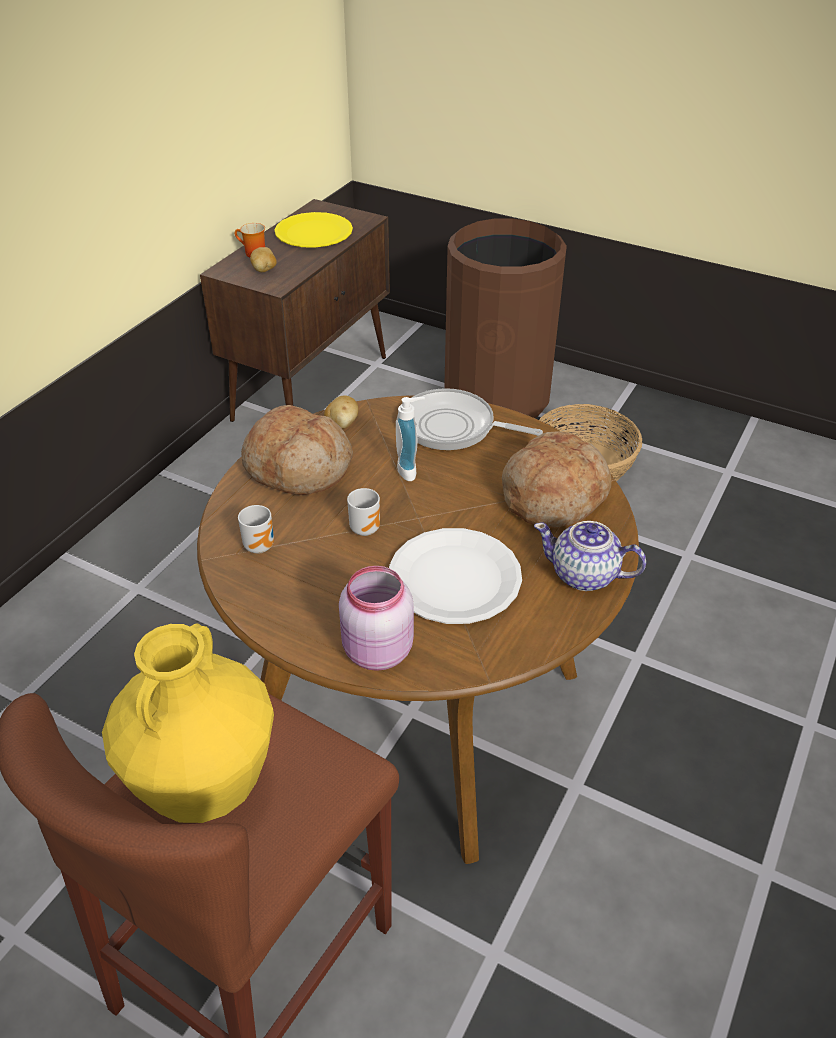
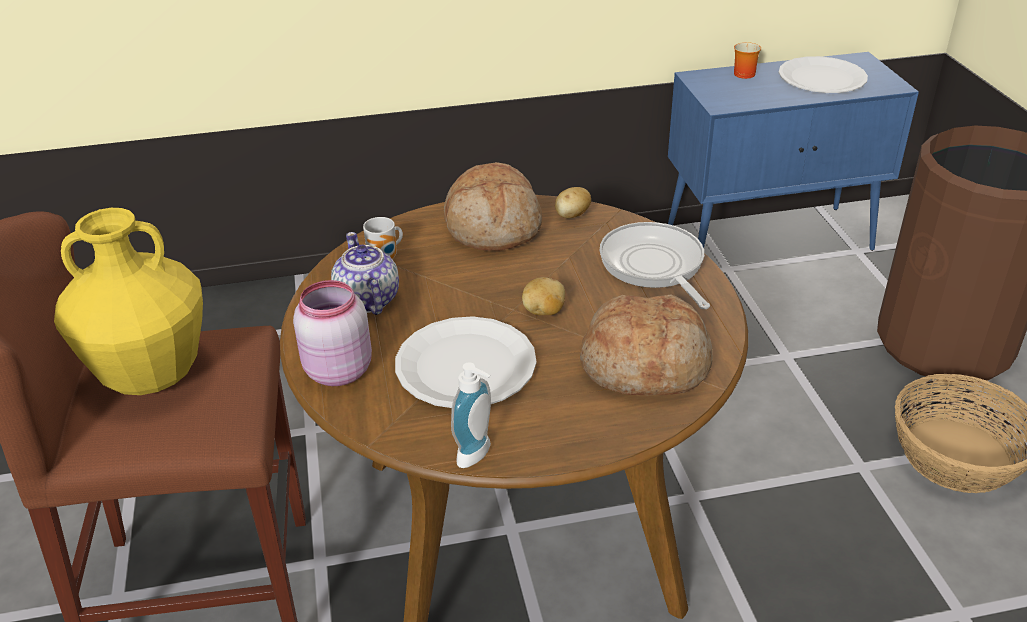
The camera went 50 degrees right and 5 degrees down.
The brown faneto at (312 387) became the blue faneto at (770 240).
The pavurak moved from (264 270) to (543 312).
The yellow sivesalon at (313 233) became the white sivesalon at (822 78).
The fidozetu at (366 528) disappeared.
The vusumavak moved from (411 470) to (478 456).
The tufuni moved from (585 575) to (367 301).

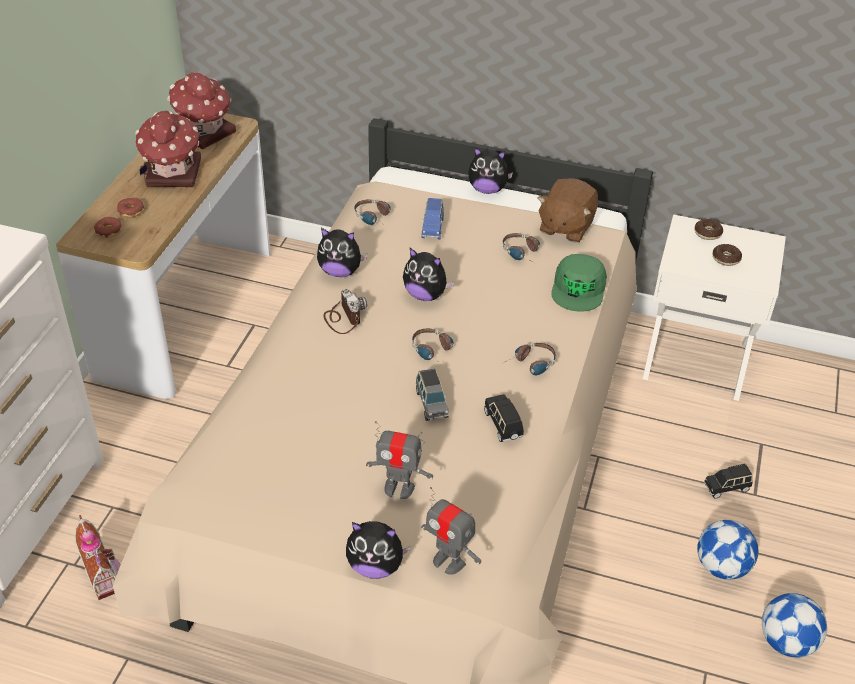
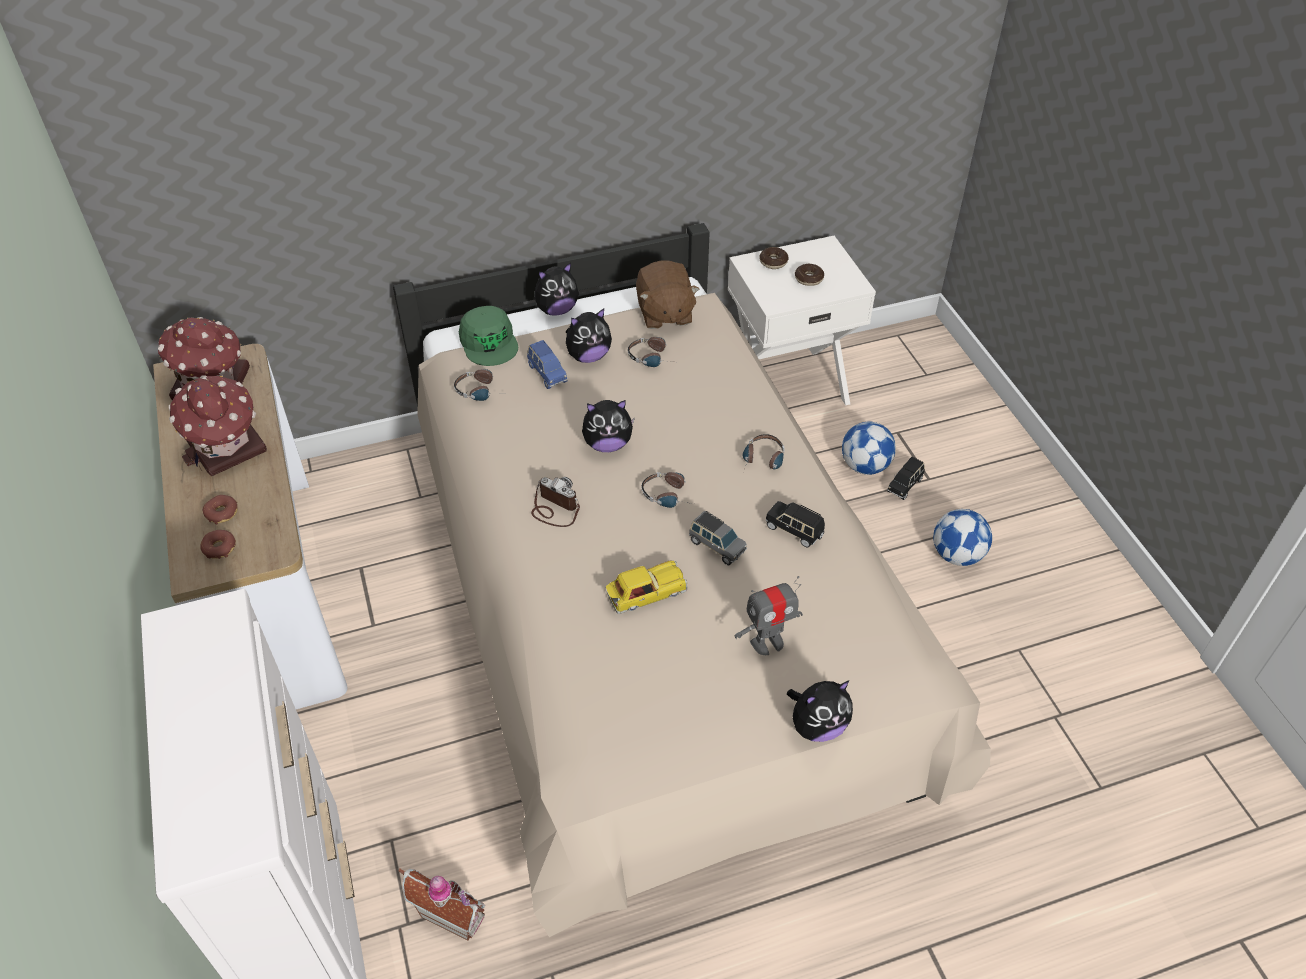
The camera went 35 degrees left and 5 degrees up.
The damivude moved from (340 271) to (588 356).
The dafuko at (448 561) disappeared.
The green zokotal moved from (579 289) to (489 342).
The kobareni moved from (786 642) to (865 466).
The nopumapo at (645 593) appeared.

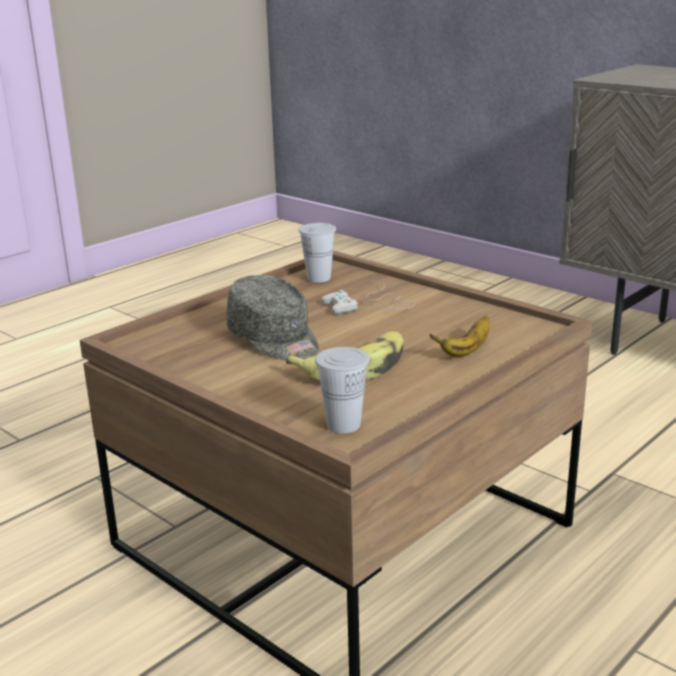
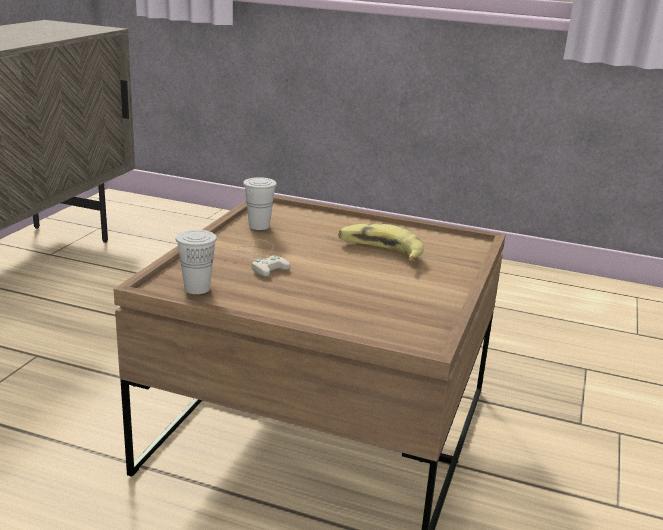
The camera went 115 degrees left and 0 degrees up.
The grey zokotal at (275 340) disappeared.
The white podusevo moved from (343 425) to (259 226).
The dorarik at (466 350) disappeared.

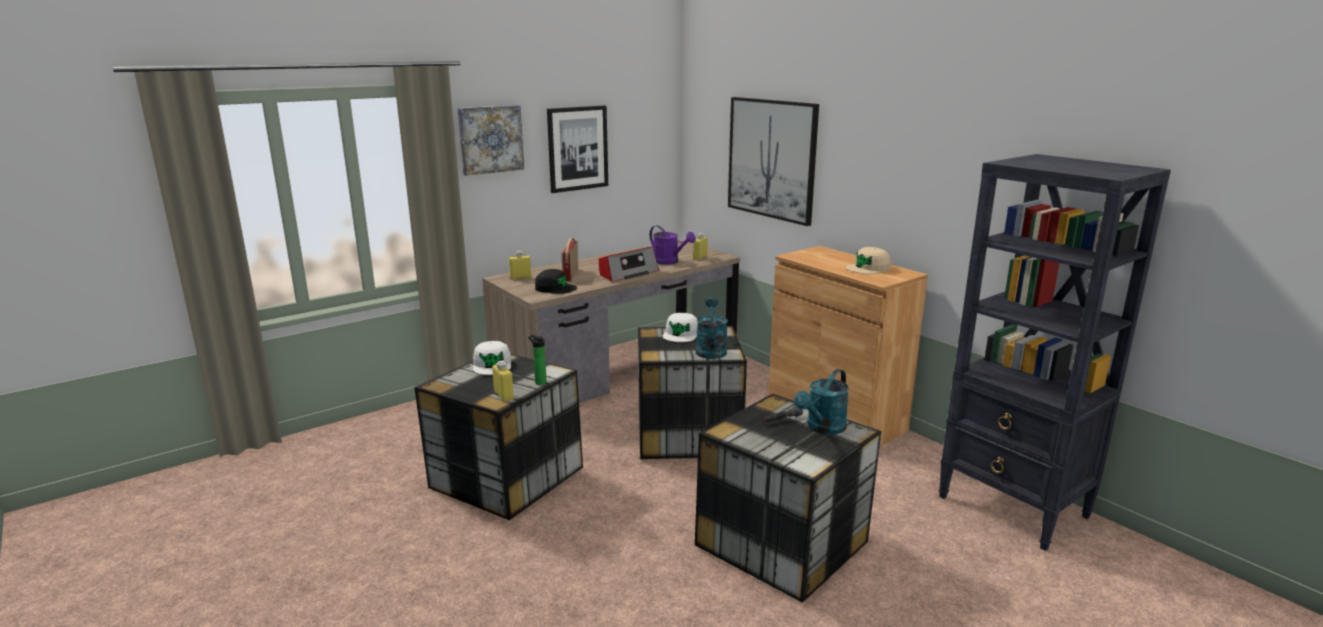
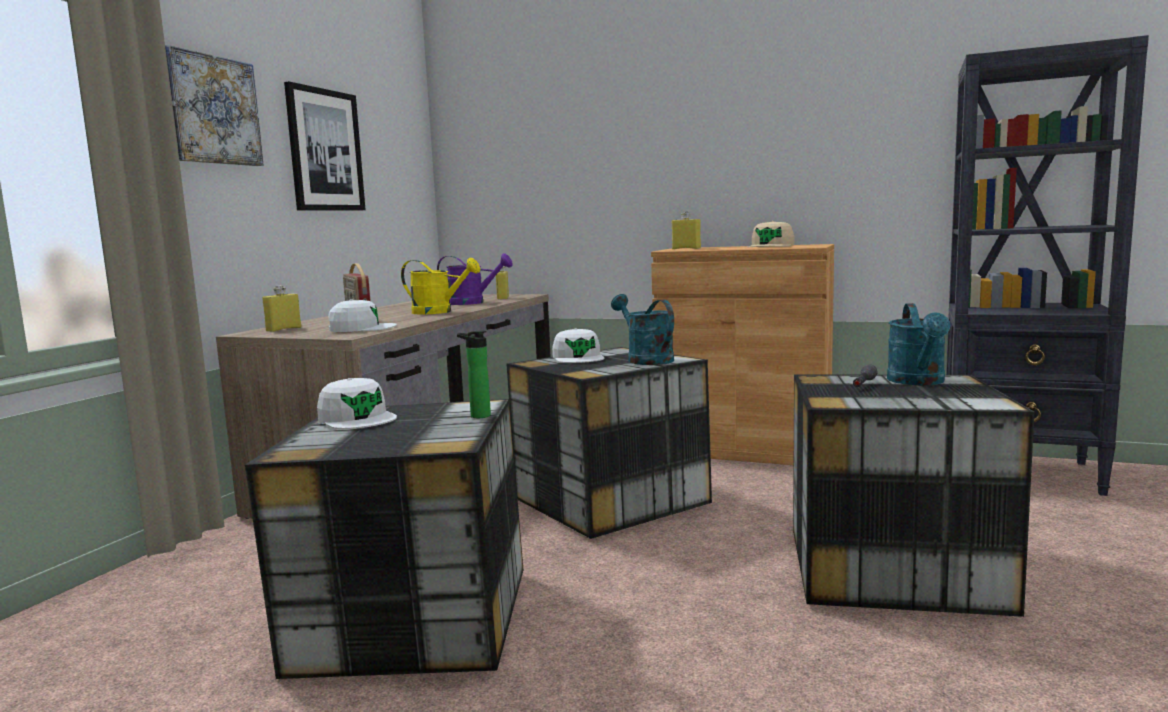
The camera went 30 degrees left and 10 degrees down.
The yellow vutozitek moved from (503 395) to (686 248).
The black zokotal at (555 288) became the white zokotal at (361 328).
The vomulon at (628 273) was replaced by the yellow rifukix at (439 312).
The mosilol at (772 159) disappeared.

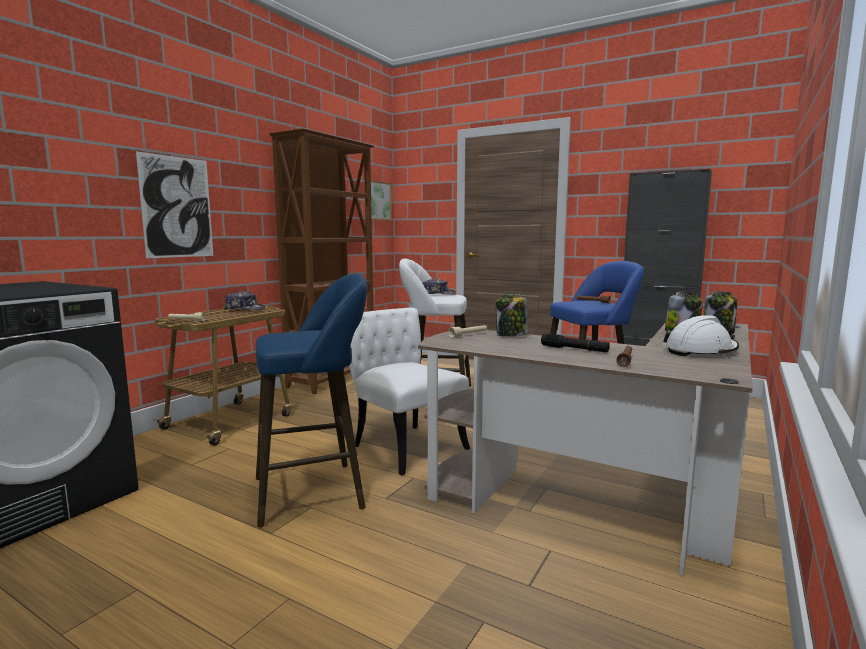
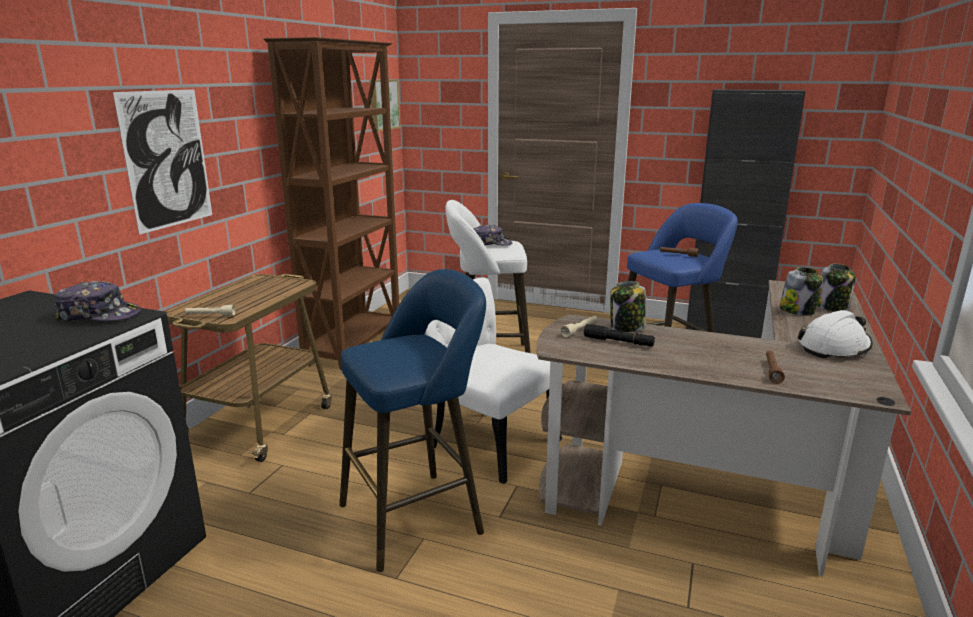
The camera went 10 degrees left and 10 degrees up.
The zokotal moved from (245 309) to (99 315).
The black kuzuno moved from (574 349) to (618 342).

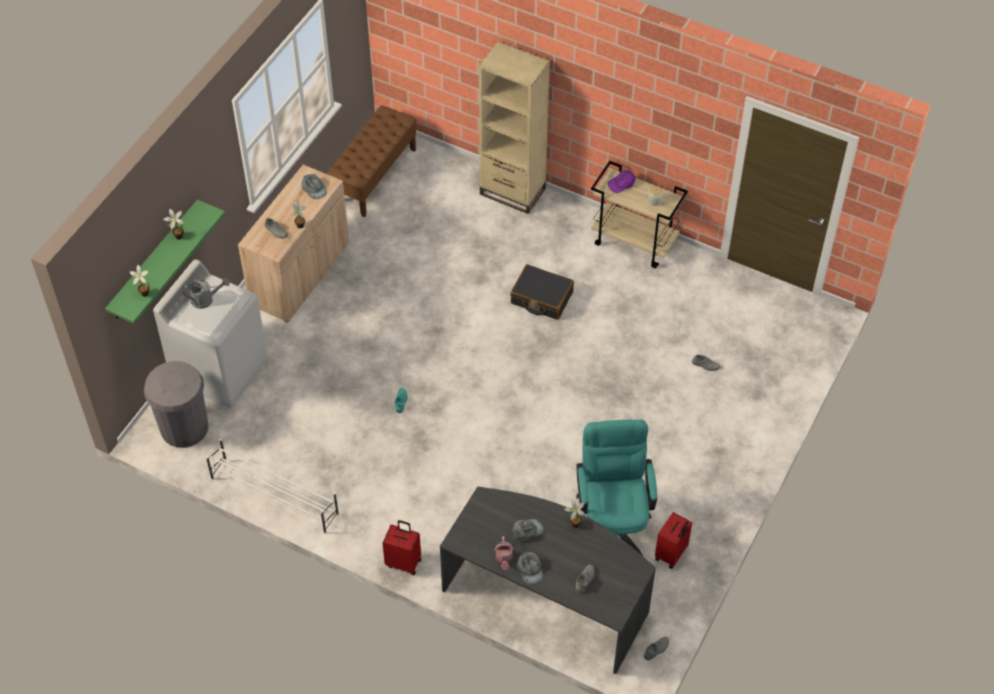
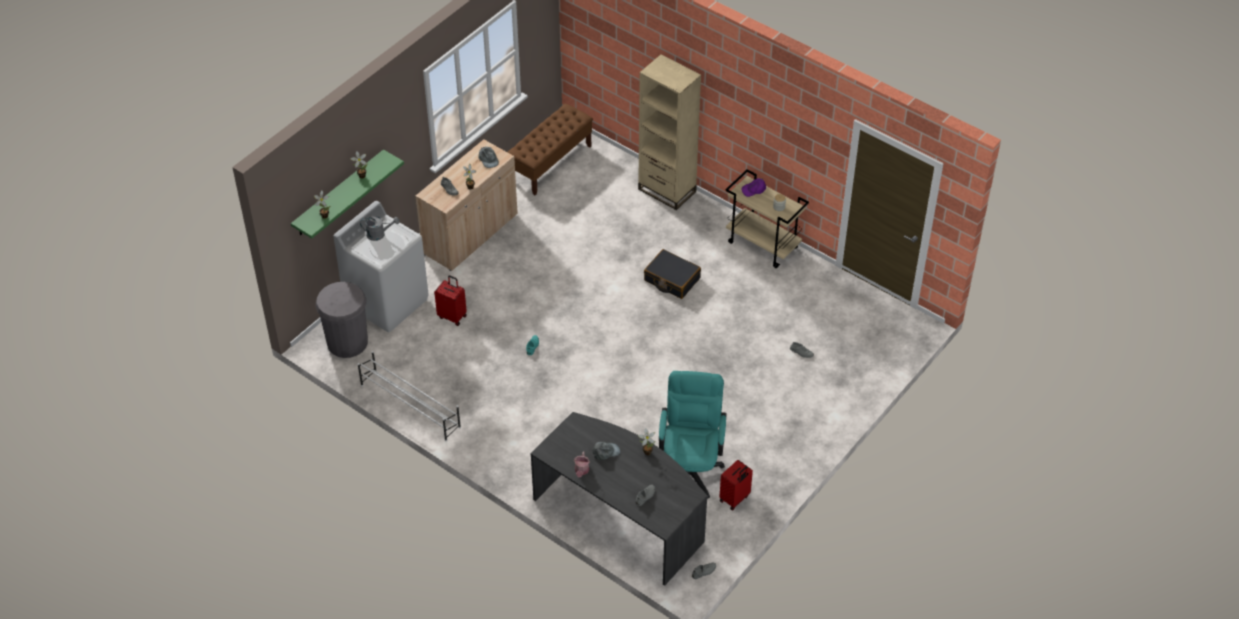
The camera went 10 degrees right and 5 degrees down.
The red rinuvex moved from (404 562) to (452 316).
The grey zokotal at (530 569) disappeared.

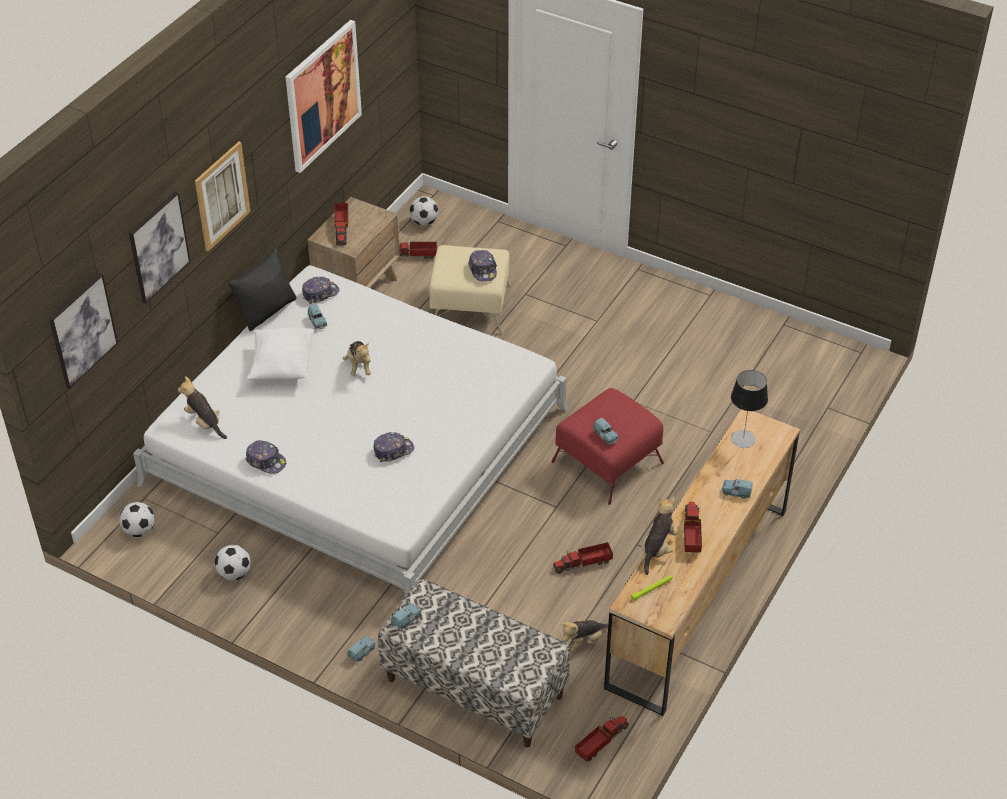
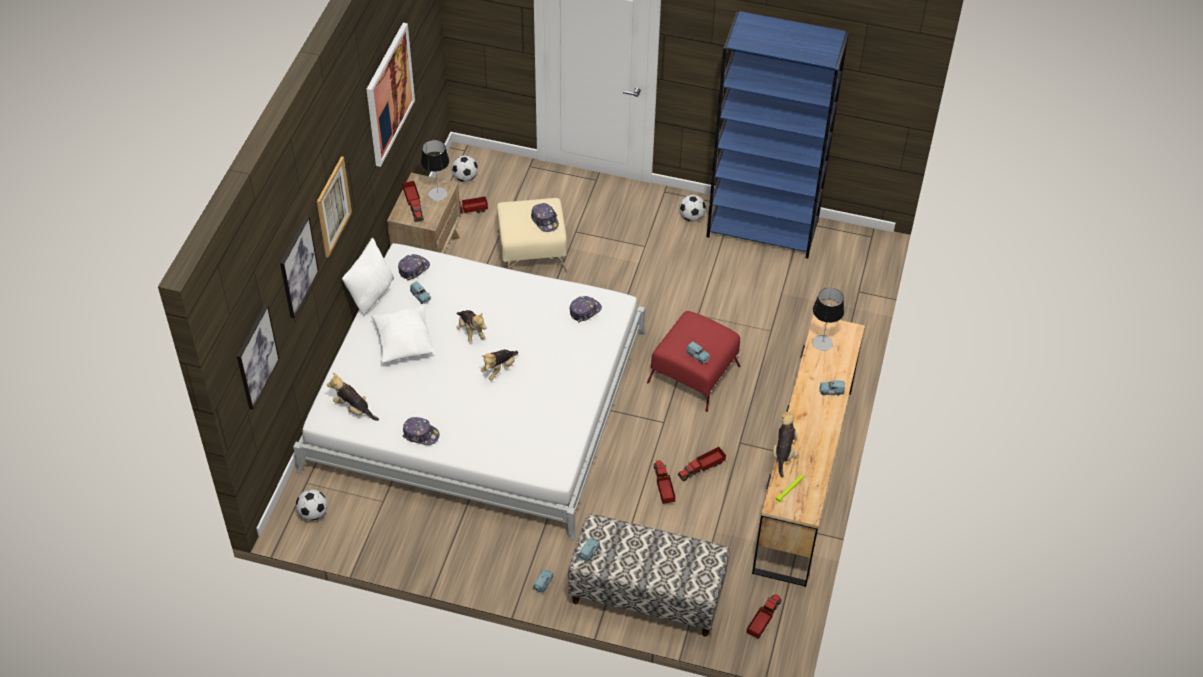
The camera went 15 degrees left and 5 degrees up.
The kobareni moved from (234 574) to (691 217).
The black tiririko at (267 311) became the white tiririko at (371 293).
The zokotal moved from (393 450) to (584 311).
The damivude moved from (582 642) to (499 369).
The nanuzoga moved from (691 533) to (663 486).
The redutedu at (437 194) appeared.
The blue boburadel at (763 229) appeared.

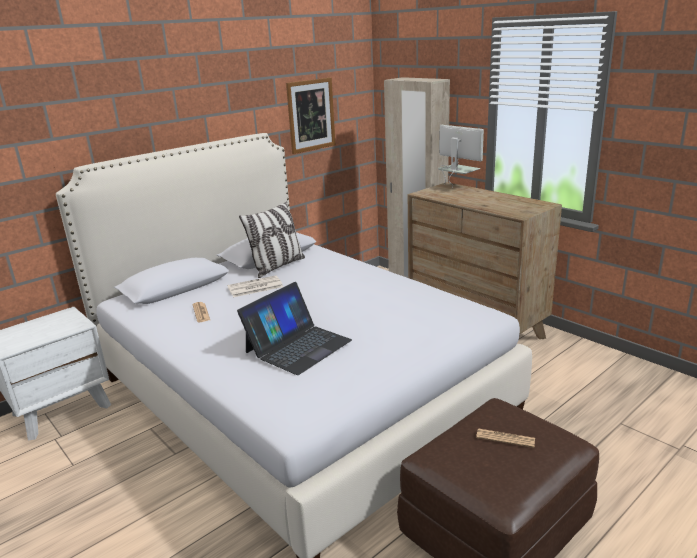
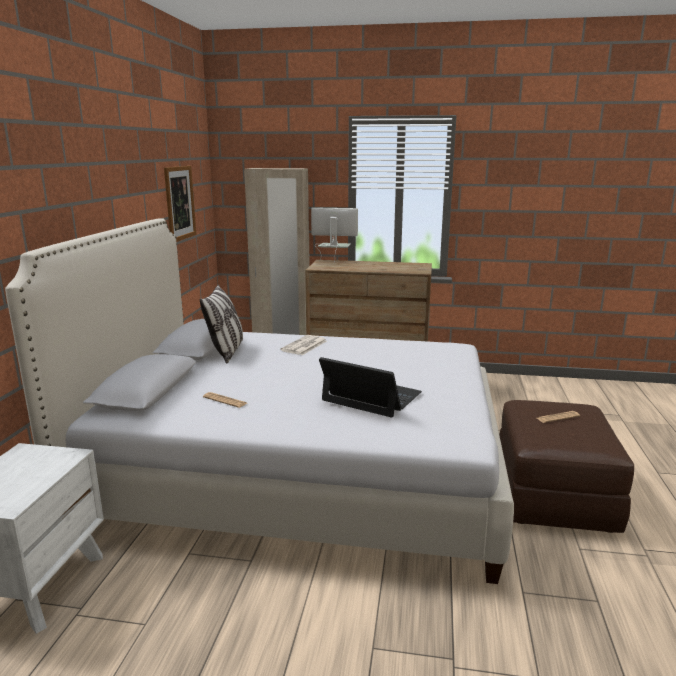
The camera went 40 degrees left and 5 degrees down.
The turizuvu moved from (254 287) to (304 346).
The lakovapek at (298 346) turned 60 degrees counterclockwise.

